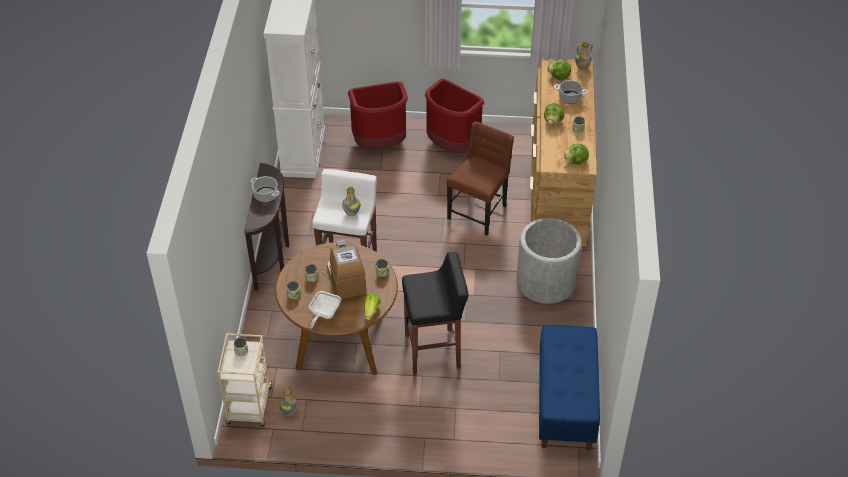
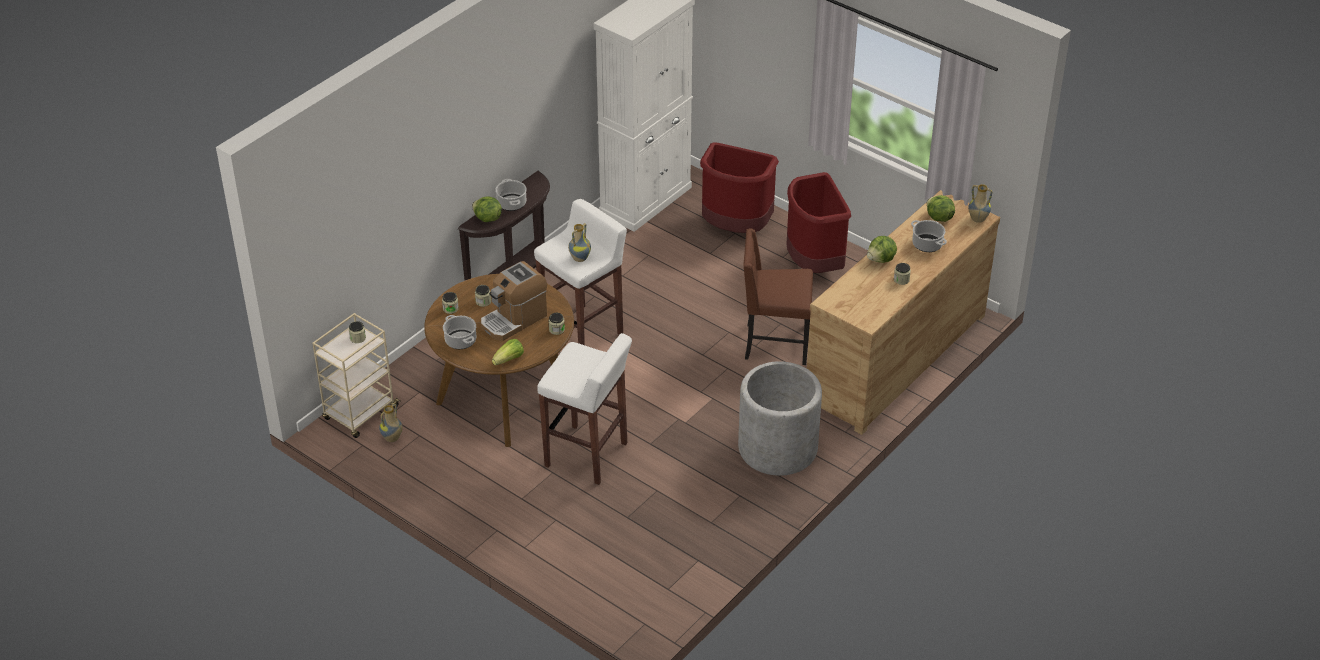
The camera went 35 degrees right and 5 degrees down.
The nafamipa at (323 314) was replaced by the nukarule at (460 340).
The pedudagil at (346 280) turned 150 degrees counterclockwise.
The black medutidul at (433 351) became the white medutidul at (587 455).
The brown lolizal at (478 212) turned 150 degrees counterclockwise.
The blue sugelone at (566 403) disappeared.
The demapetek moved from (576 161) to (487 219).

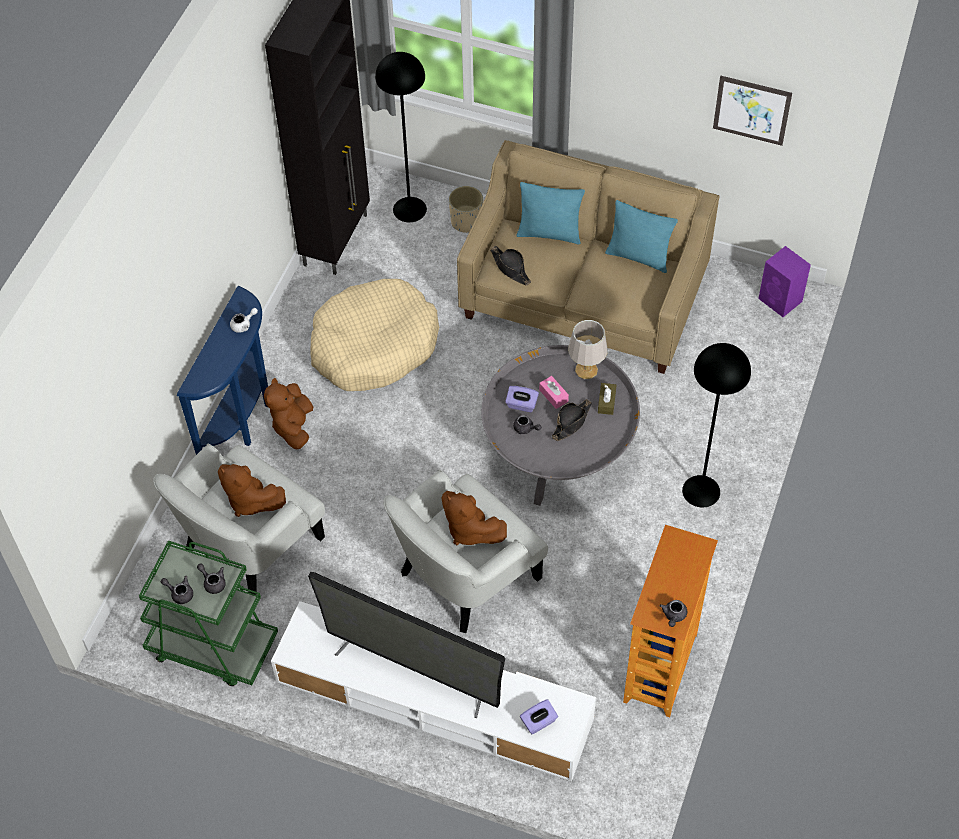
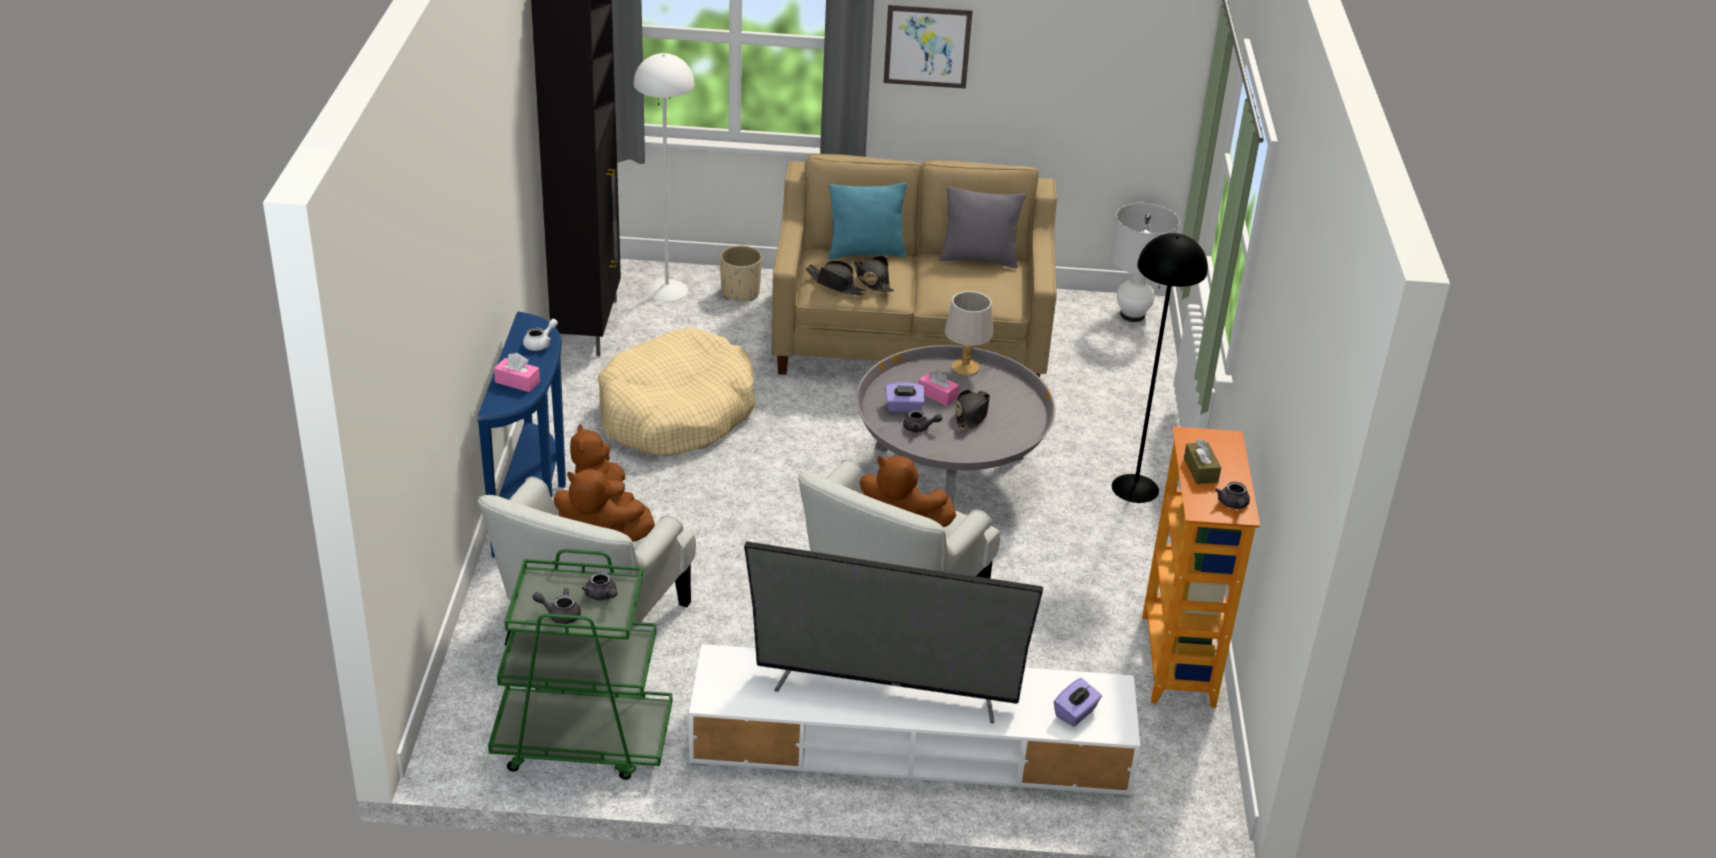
The camera went 20 degrees left and 20 degrees down.
The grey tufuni at (213 582) turned 150 degrees counterclockwise.
The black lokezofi at (409 209) became the white lokezofi at (666 289).
The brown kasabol moved from (606 402) to (1200 470).
The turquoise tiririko at (638 257) became the grey tiririko at (979 259).
The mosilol moved from (752 110) to (927 46).
The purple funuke at (781 300) was replaced by the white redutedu at (1132 315).
The pink kasabol at (517 382) appeared.
The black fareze at (872 280) appeared.

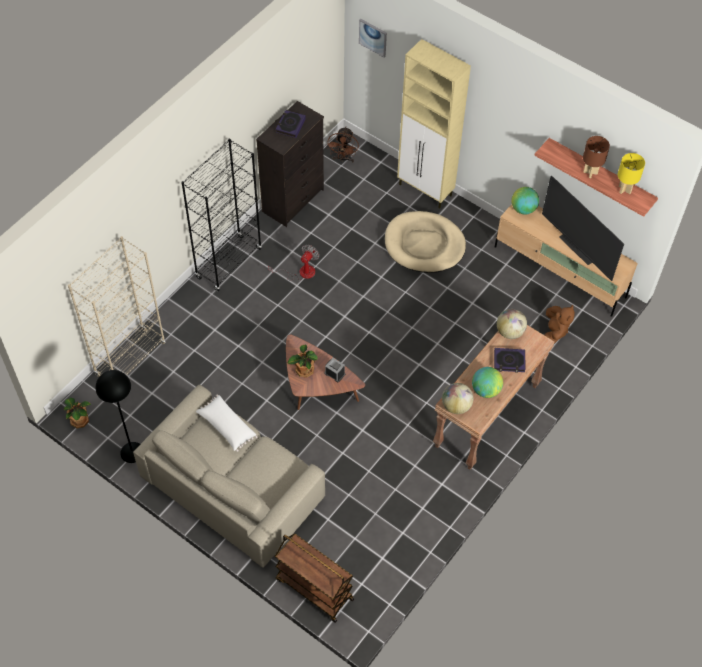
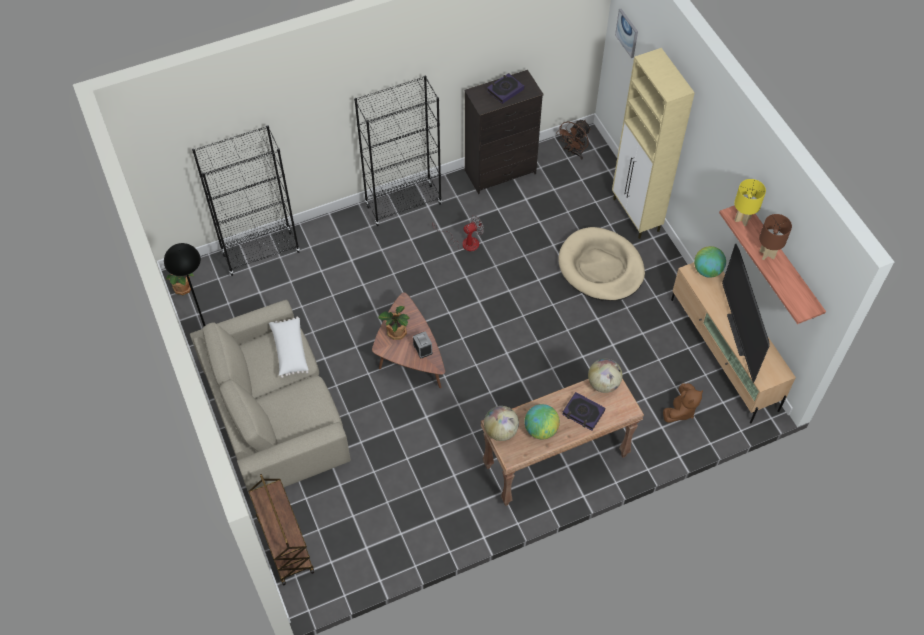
The camera went 30 degrees right and 0 degrees up.
The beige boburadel at (130 359) became the black boburadel at (261 253).
The yellow redutedu moved from (624 189) to (742 219).

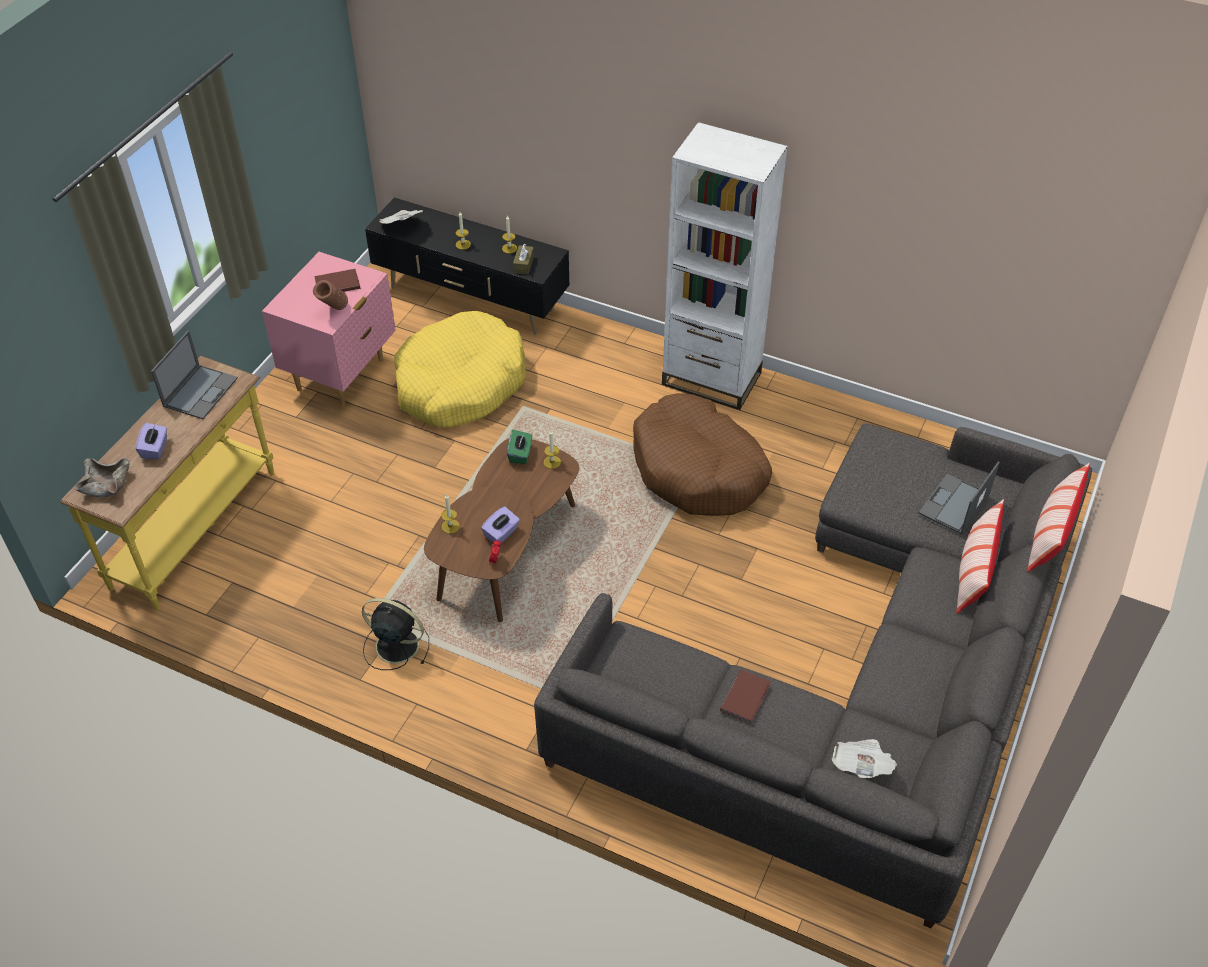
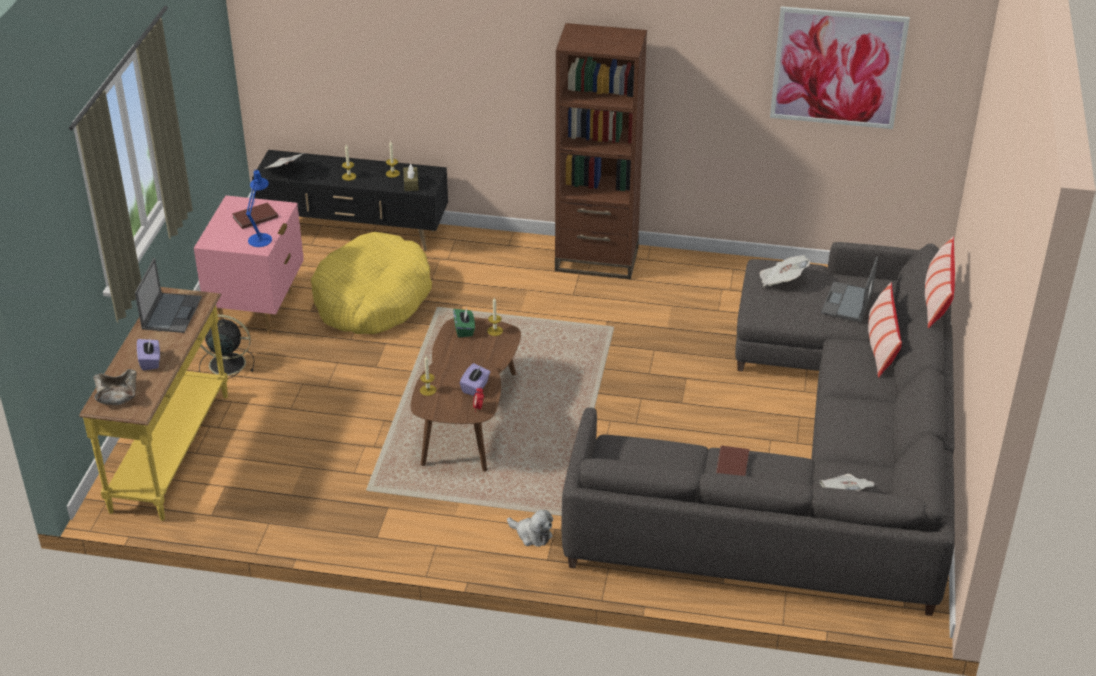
The camera went 15 degrees left and 10 degrees down.
The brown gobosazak at (334 311) was replaced by the blue redutedu at (261 238).
The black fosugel moved from (395 645) to (225 364).
The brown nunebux at (698 470) disappeared.
The white boburadel at (711 379) became the brown boburadel at (596 260).
The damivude at (532 534) appeared.
The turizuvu at (781 281) appeared.
The mosilol at (837 68) appeared.

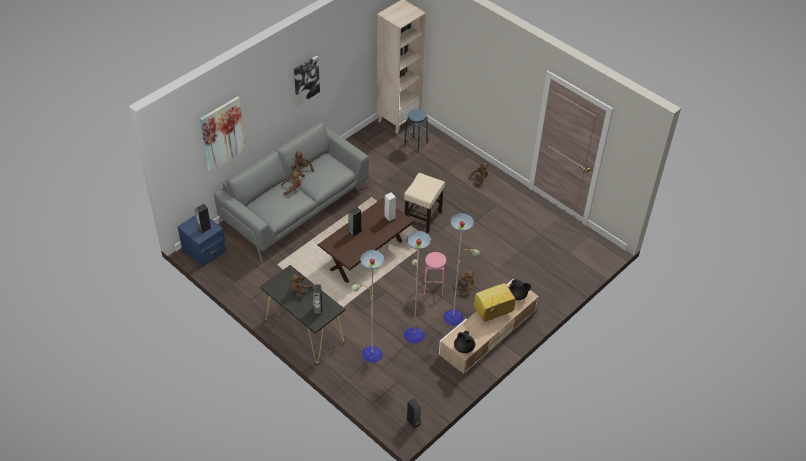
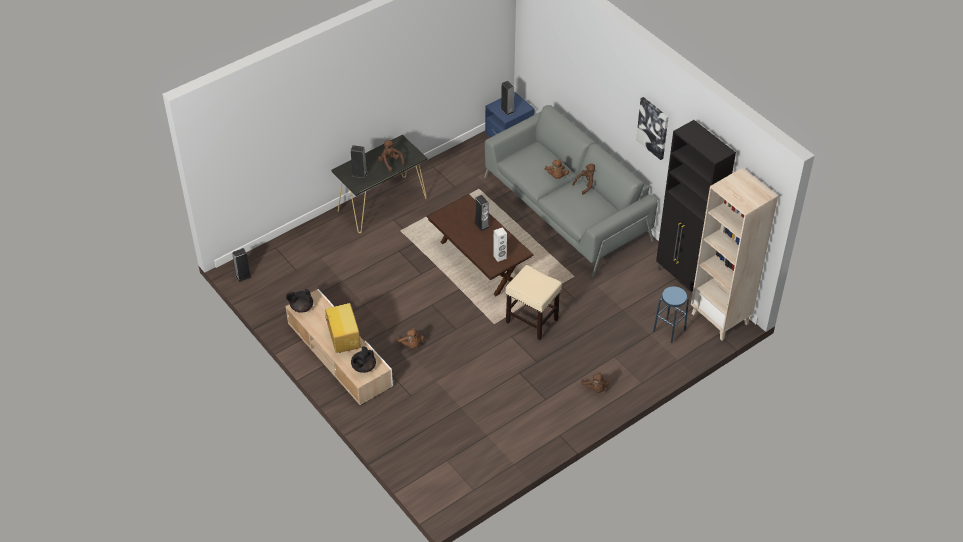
The camera went 100 degrees right and 0 degrees up.
The mosilol at (222 134) disappeared.
The lokezofi at (413 334) disappeared.
The pink medutidul at (433 288) disappeared.
The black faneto at (683 280) appeared.

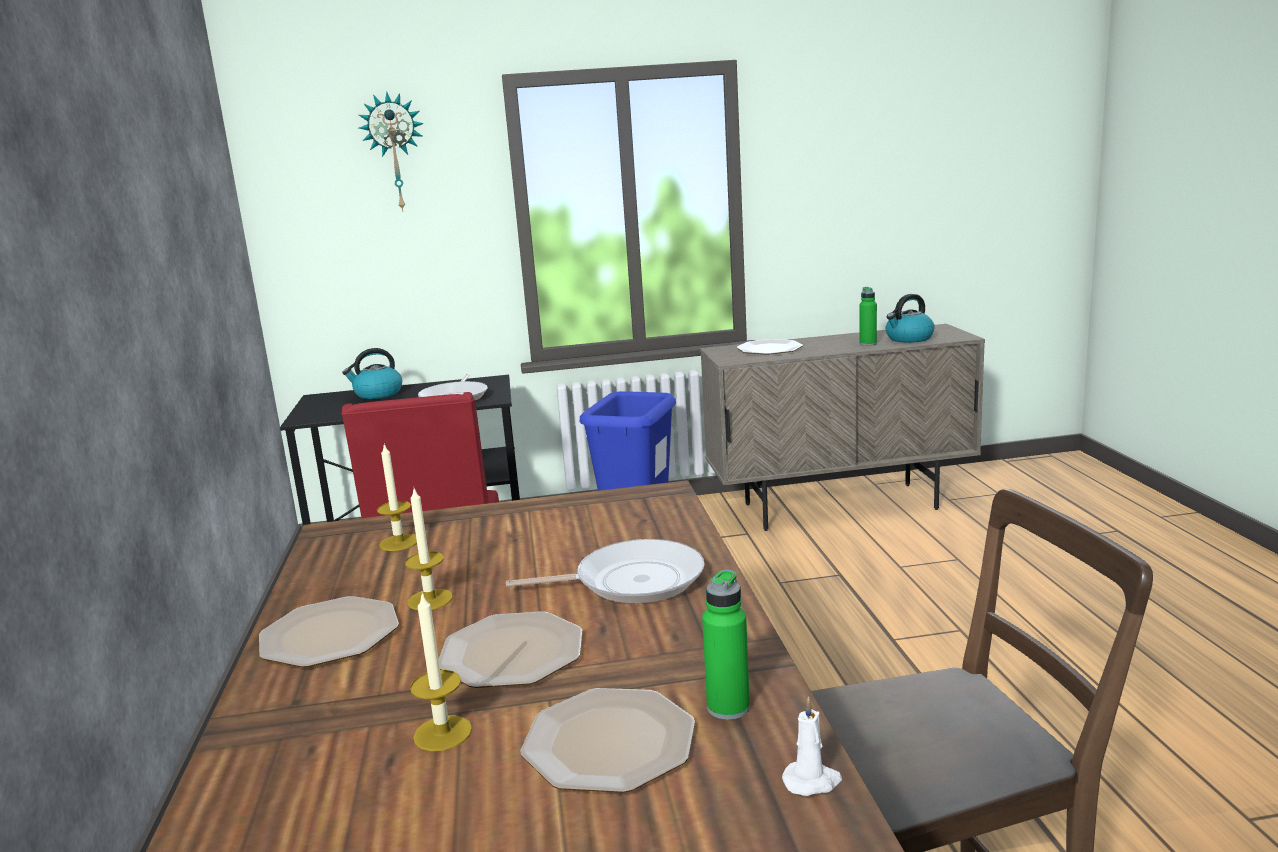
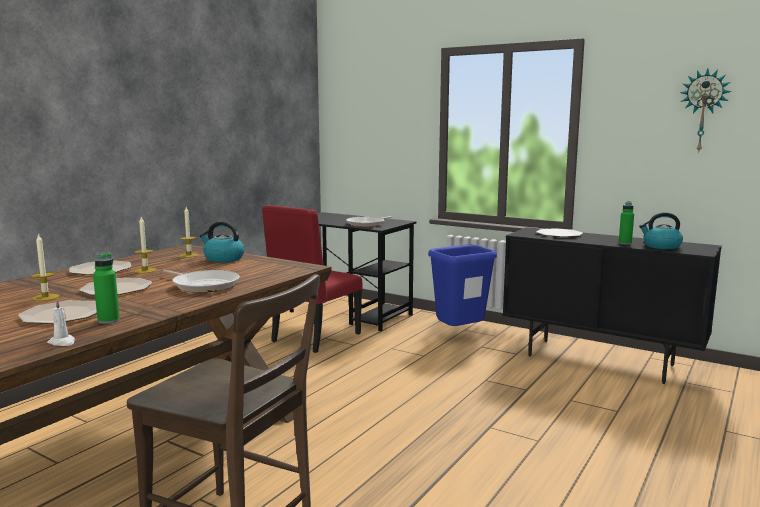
The camera went 40 degrees right and 5 degrees down.
The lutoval moved from (377 394) to (223 259).
The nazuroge moved from (395 152) to (703 111).
The beige faneto at (840 506) became the black faneto at (600 361).

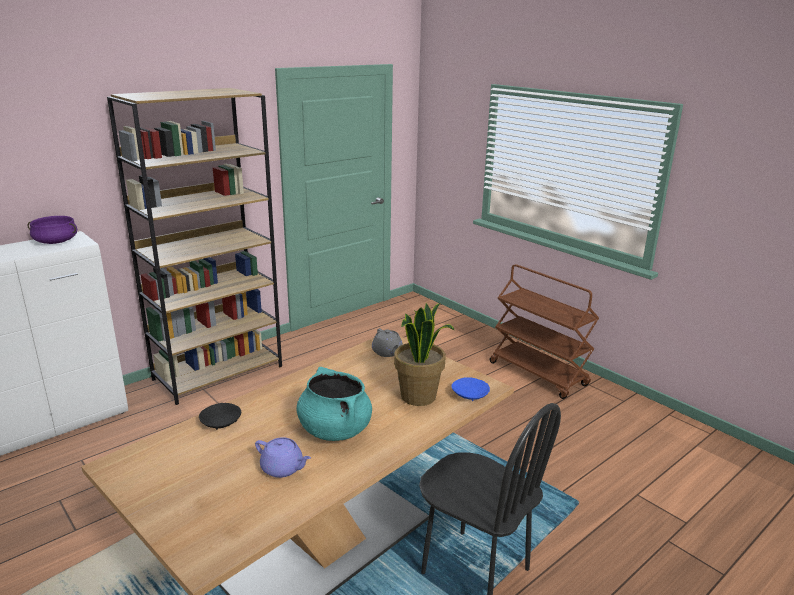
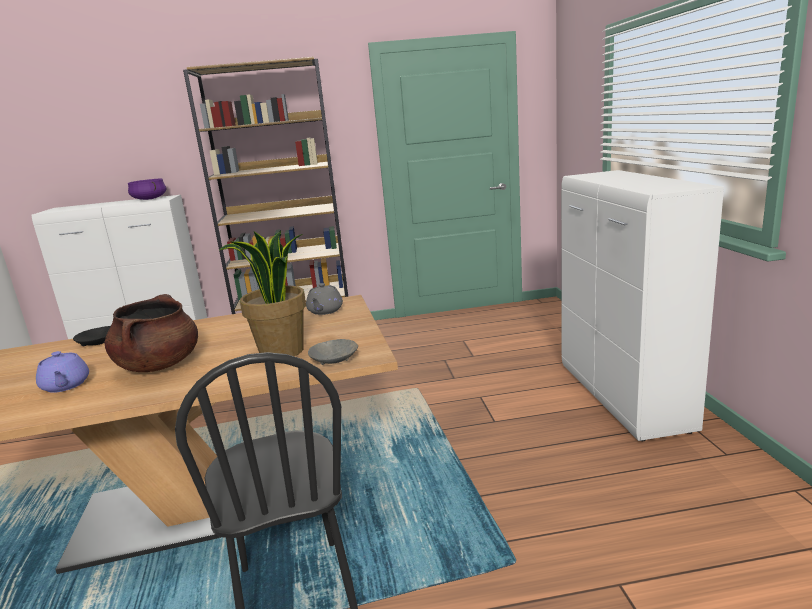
The camera went 35 degrees right and 5 degrees down.
The turquoise nukarule at (334 430) became the brown nukarule at (159 365).
The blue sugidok at (470 395) became the grey sugidok at (335 359).
The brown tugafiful at (538 374) was replaced by the white faneto at (623 397).

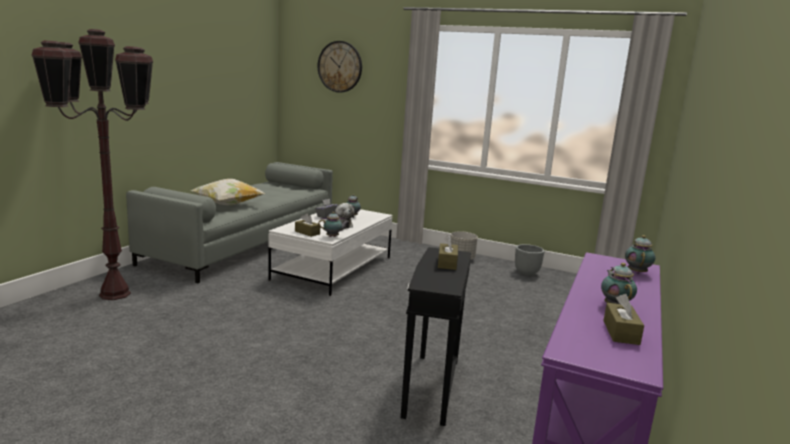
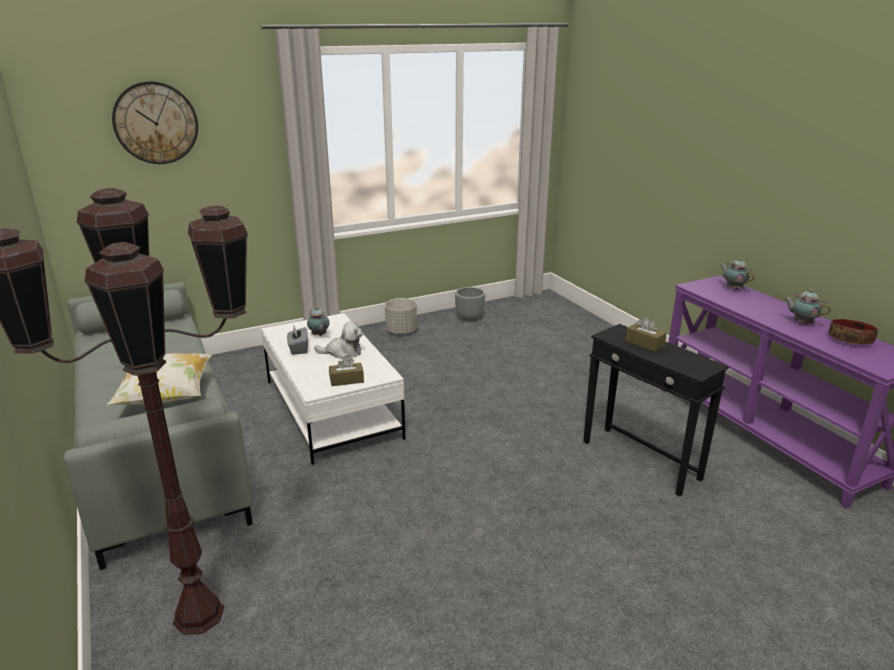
The camera went 50 degrees left and 10 degrees up.
The tufuni at (333 237) disappeared.
The brown kasabol at (621 332) was replaced by the sugidok at (850 340).

